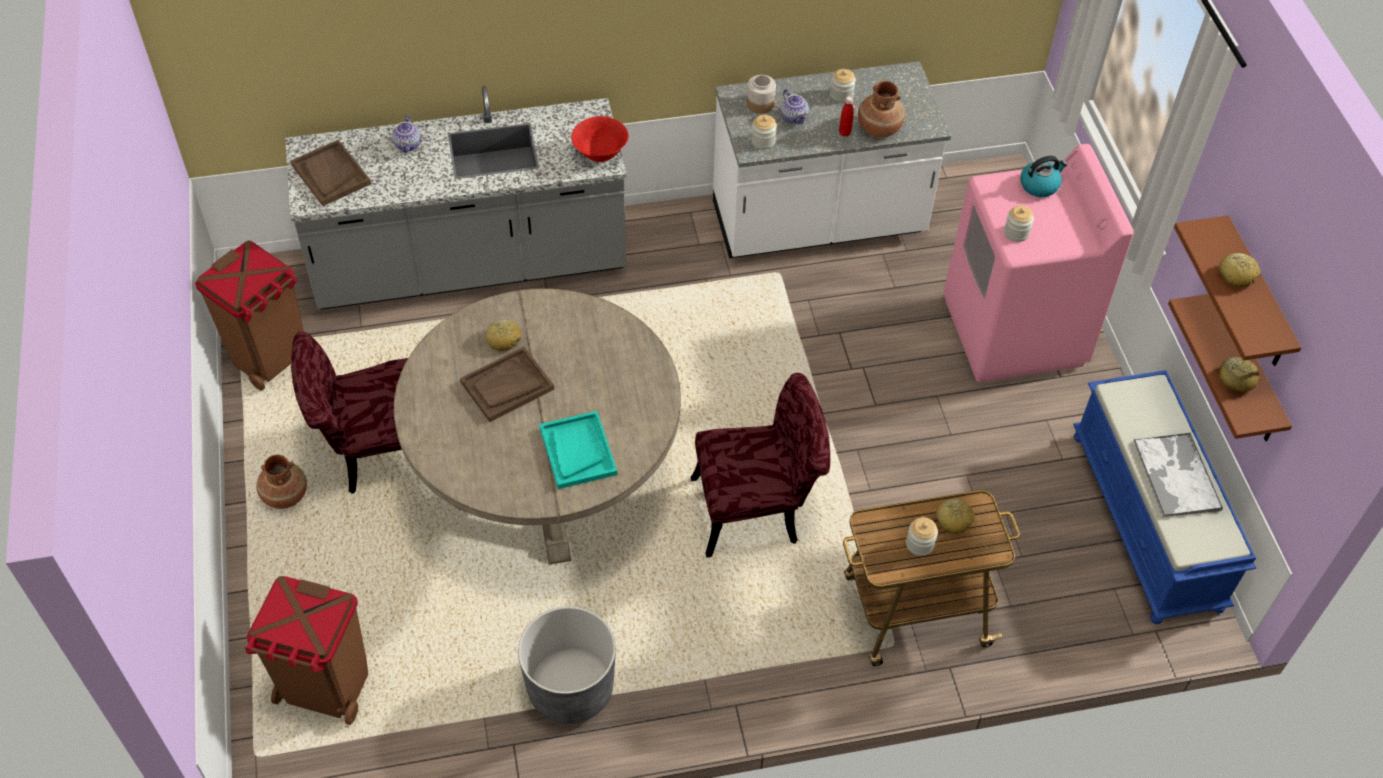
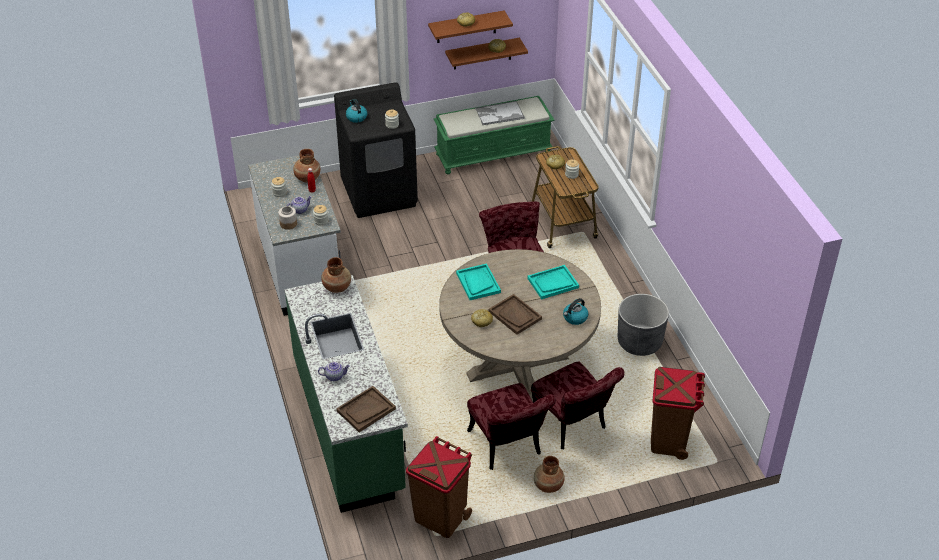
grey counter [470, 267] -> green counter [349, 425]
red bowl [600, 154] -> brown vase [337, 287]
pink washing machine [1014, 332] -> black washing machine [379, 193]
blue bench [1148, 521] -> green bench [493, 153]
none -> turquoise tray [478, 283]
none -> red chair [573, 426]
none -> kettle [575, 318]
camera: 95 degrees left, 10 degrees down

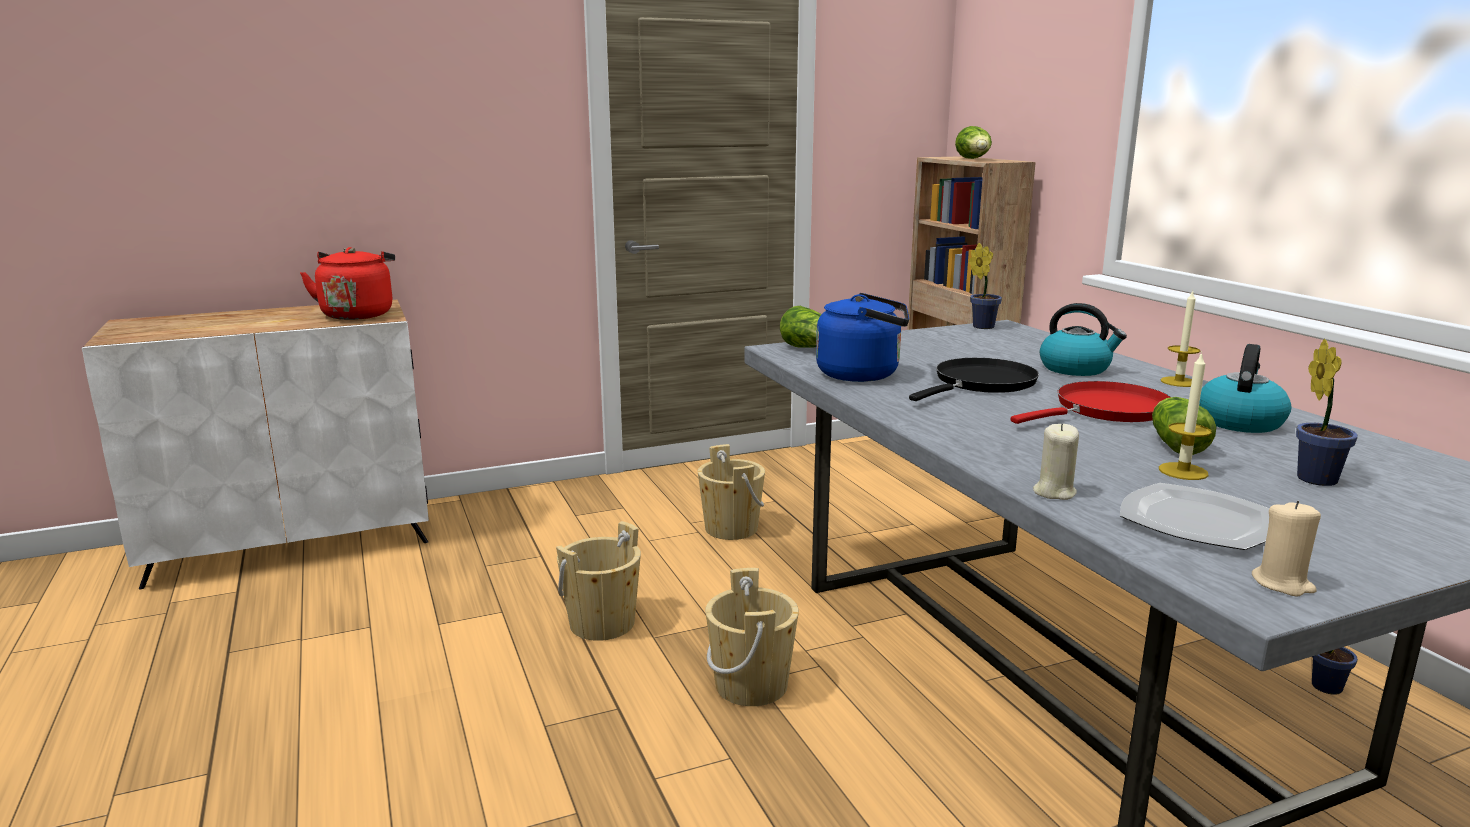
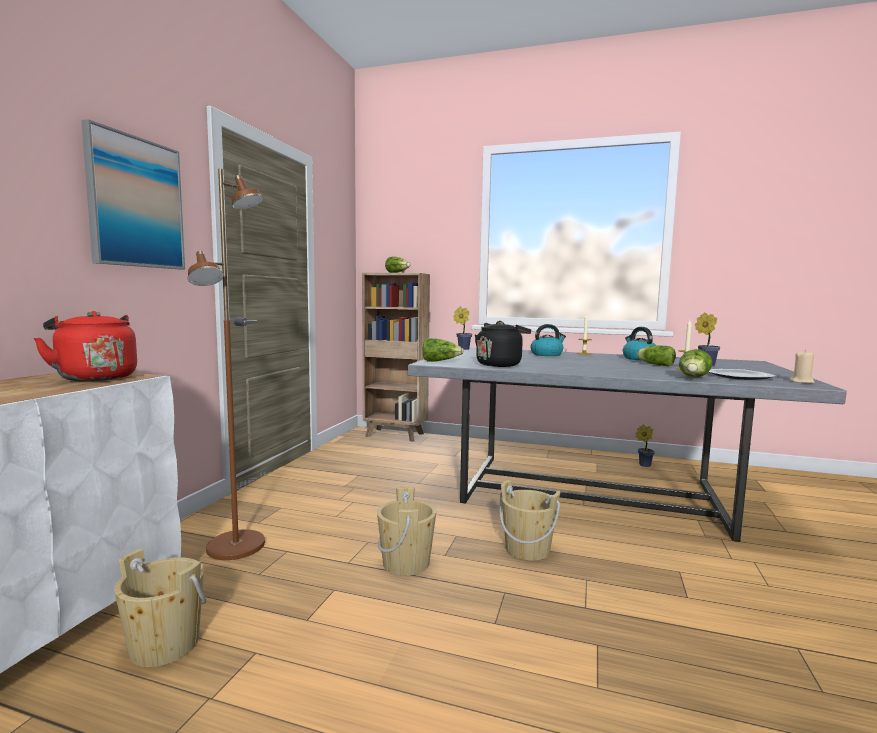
beige bucket [731, 528] -> beige bucket [165, 645], move
blue kettle [863, 374] -> black kettle [500, 364]
black frying pan [981, 383] -> none
red frying pan [1106, 410] -> none
beige candle [1054, 492] -> lettuce [694, 378]
none -> picture [135, 203]
none -> brown floor lamp [237, 546]
camera: 50 degrees left, 10 degrees down

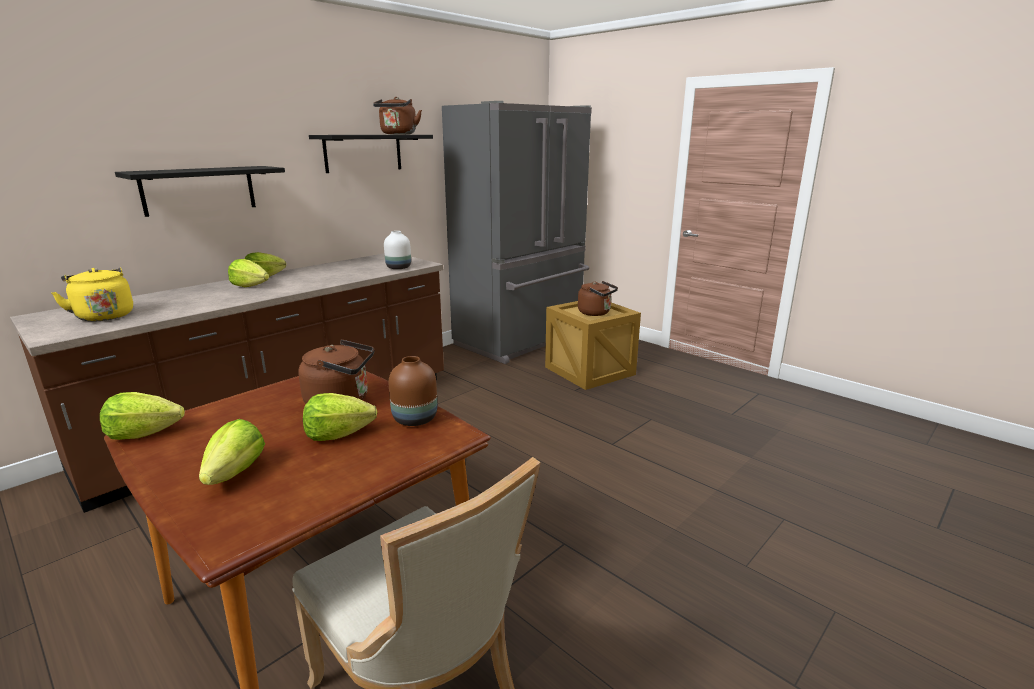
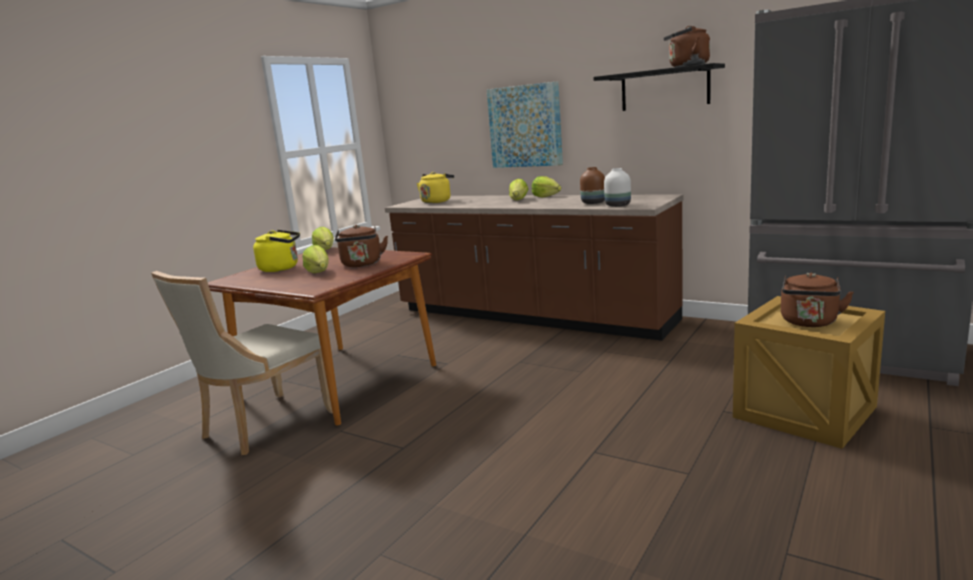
black shelf [199, 190] -> picture [525, 126]
lettuce [236, 473] -> yellow kettle [282, 268]
brown vase [414, 418] -> brown vase [594, 203], move
camera: 80 degrees right, 5 degrees down

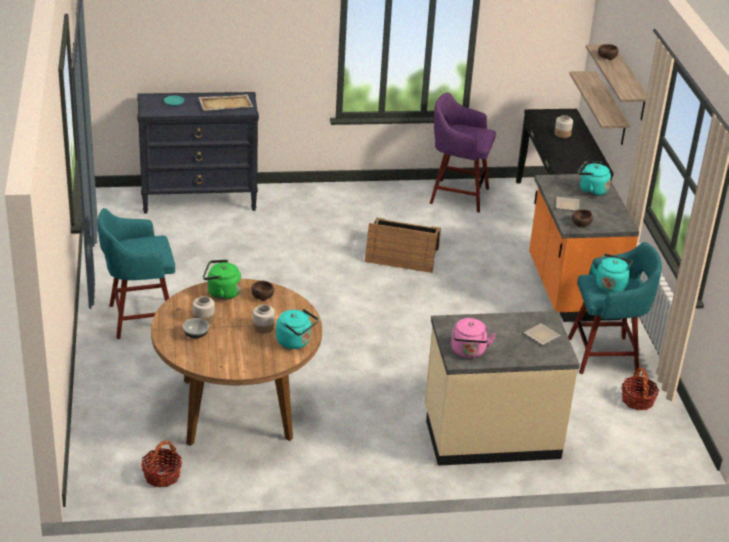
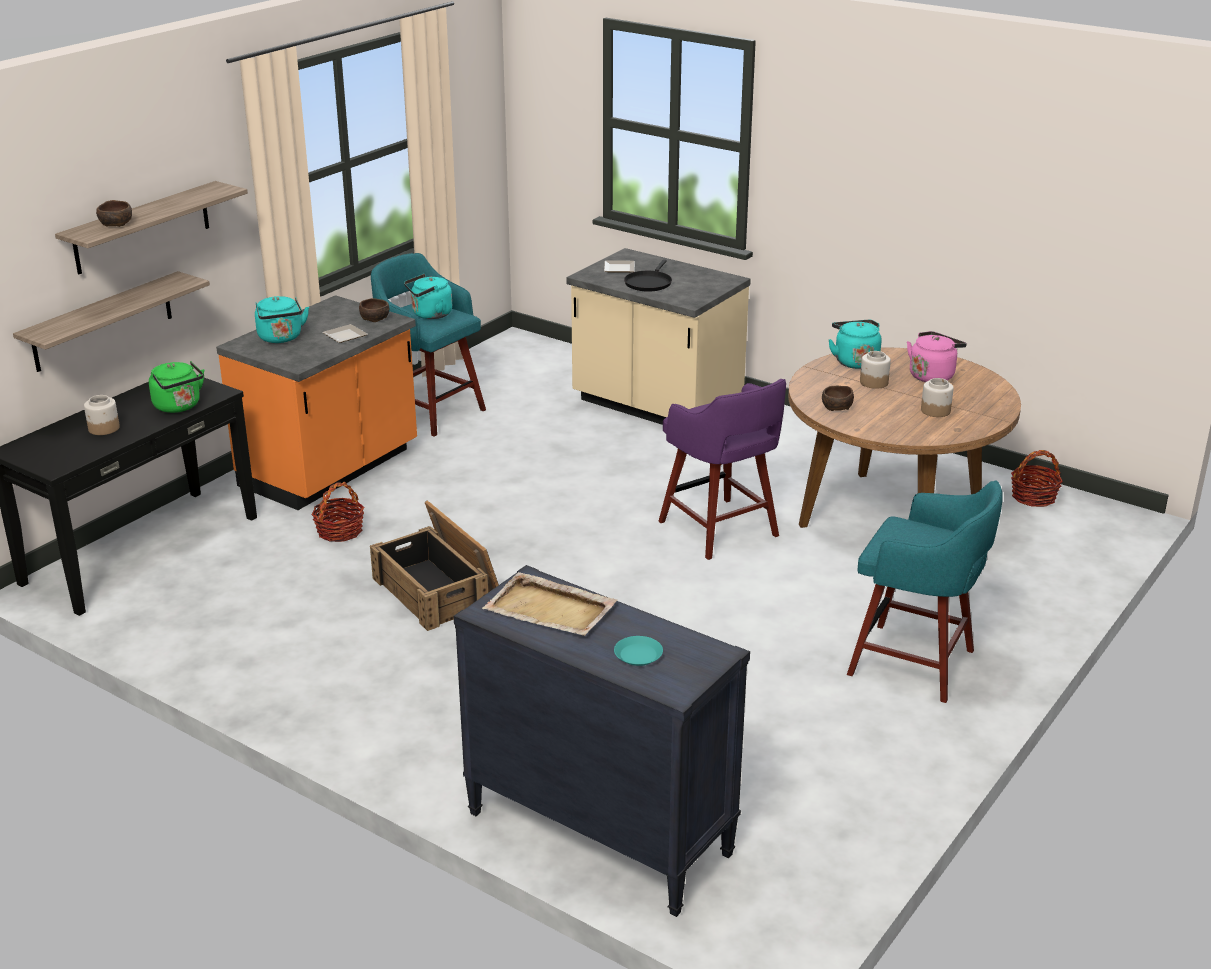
bowl [196, 335] -> none
green kettle [221, 293] -> green kettle [179, 406], move
purple stool [457, 195] -> purple stool [720, 530], move
pink kettle [468, 352] -> pink kettle [932, 375], move
basket [637, 400] -> basket [340, 531], move
none -> black frying pan [648, 283]
camera: 135 degrees left, 5 degrees down

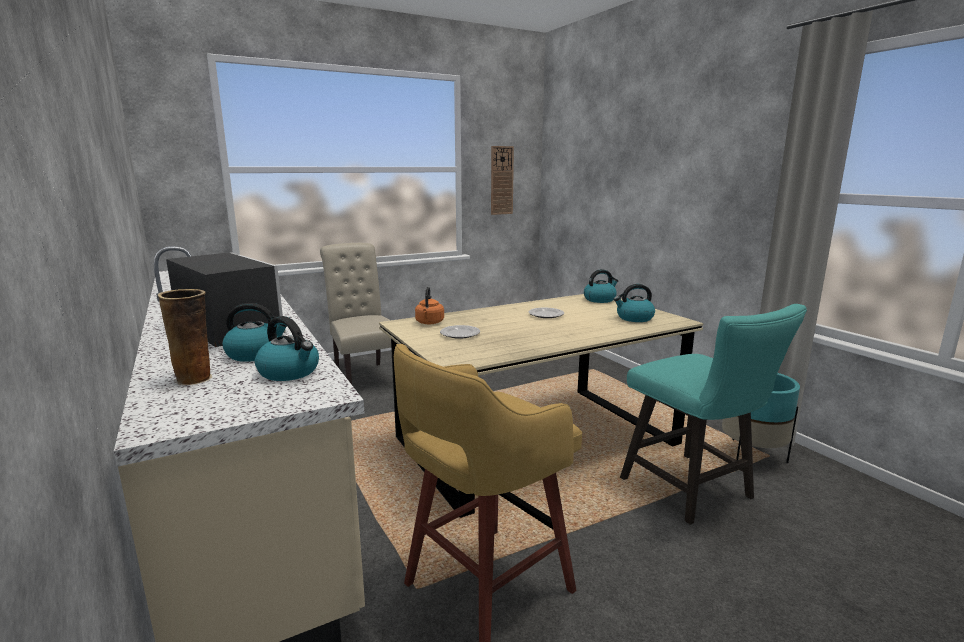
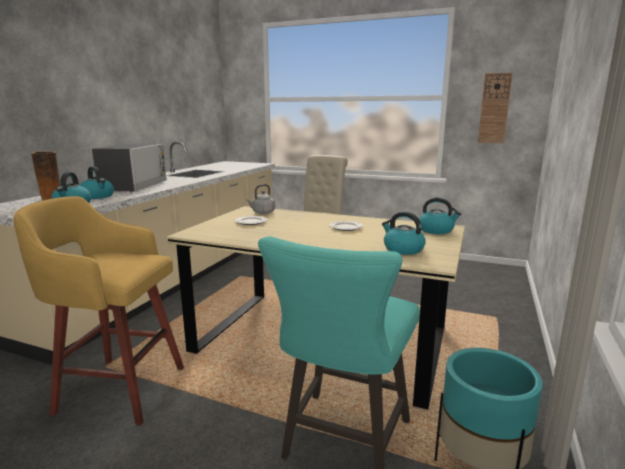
orange kettle [429, 323] -> grey kettle [262, 213]
camera: 50 degrees right, 0 degrees up

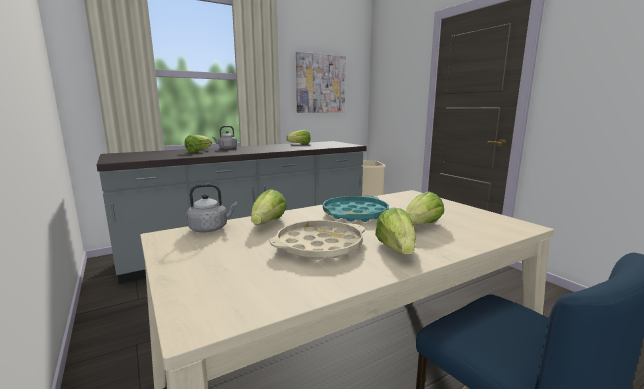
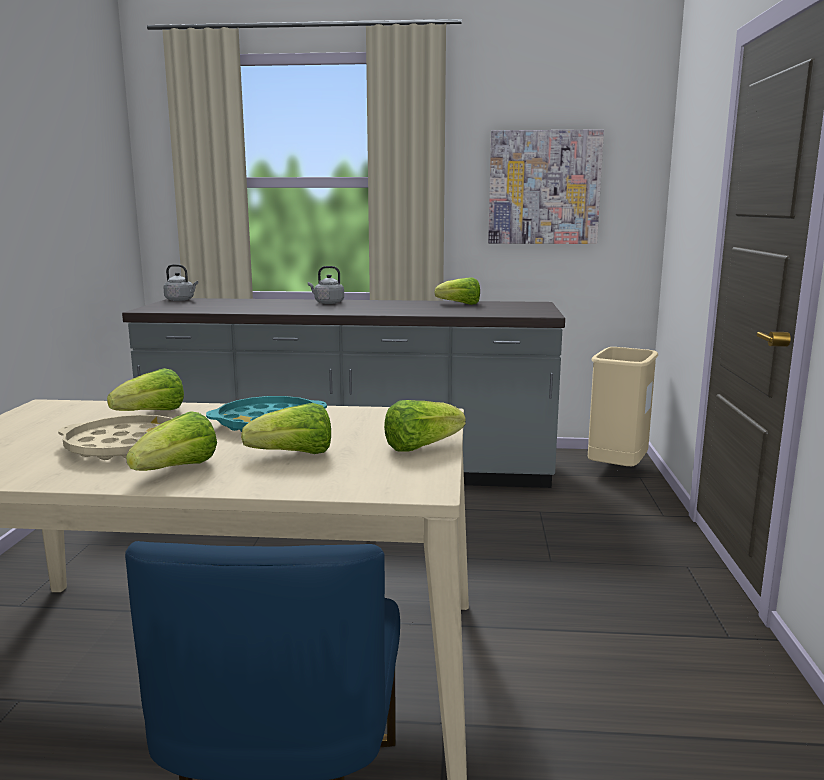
lettuce [198, 151] -> lettuce [421, 447], move
grey kettle [210, 229] -> grey kettle [181, 300], move
camera: 35 degrees right, 0 degrees up

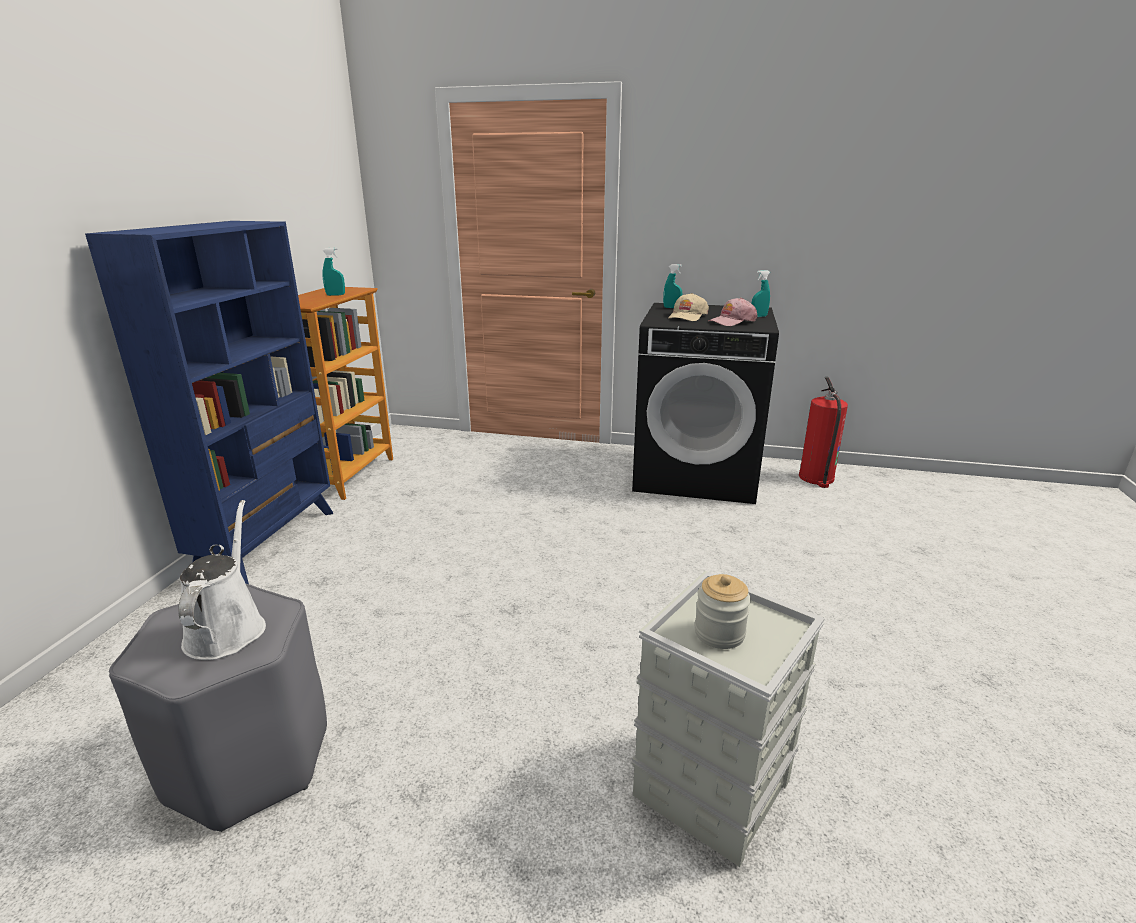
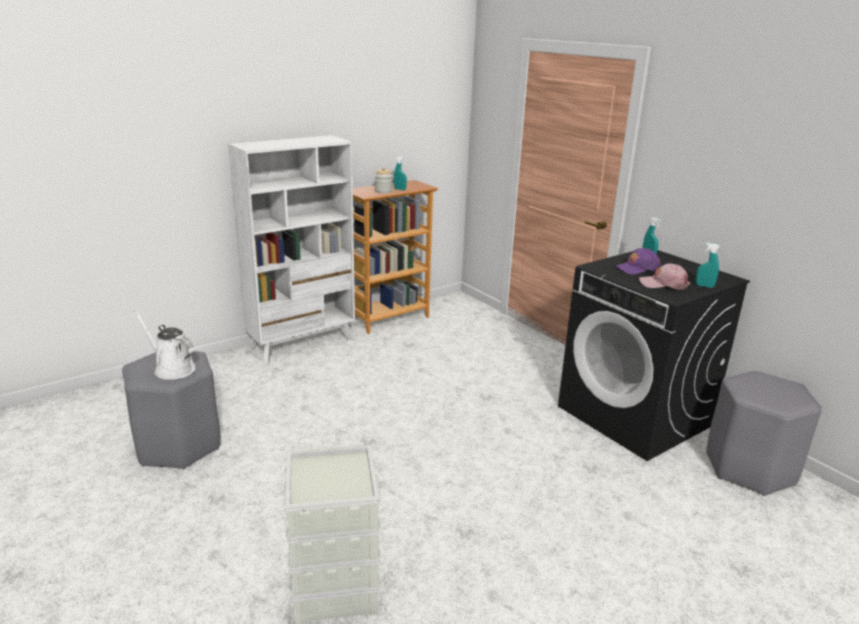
blue bookcase [269, 542] -> white bookcase [302, 343]
white watering can [228, 628] -> white watering can [172, 369], 90 degrees counterclockwise
beige cap [687, 316] -> purple cap [637, 268]
jar [719, 633] -> jar [383, 191], move
fire extinguisher [816, 478] -> grey stool [749, 468]
camera: 40 degrees right, 0 degrees up

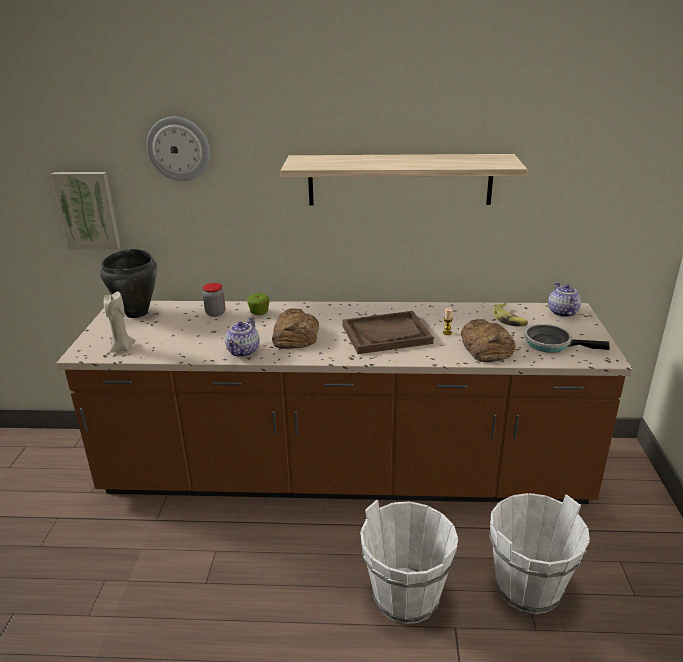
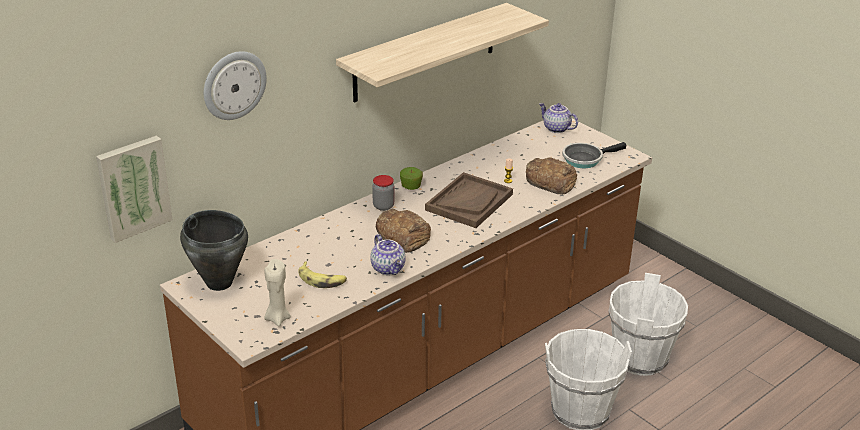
jar [215, 313] -> jar [383, 206], move
apple [259, 312] -> apple [411, 187], move
banana [509, 319] -> banana [322, 280], move
camera: 45 degrees left, 5 degrees up

